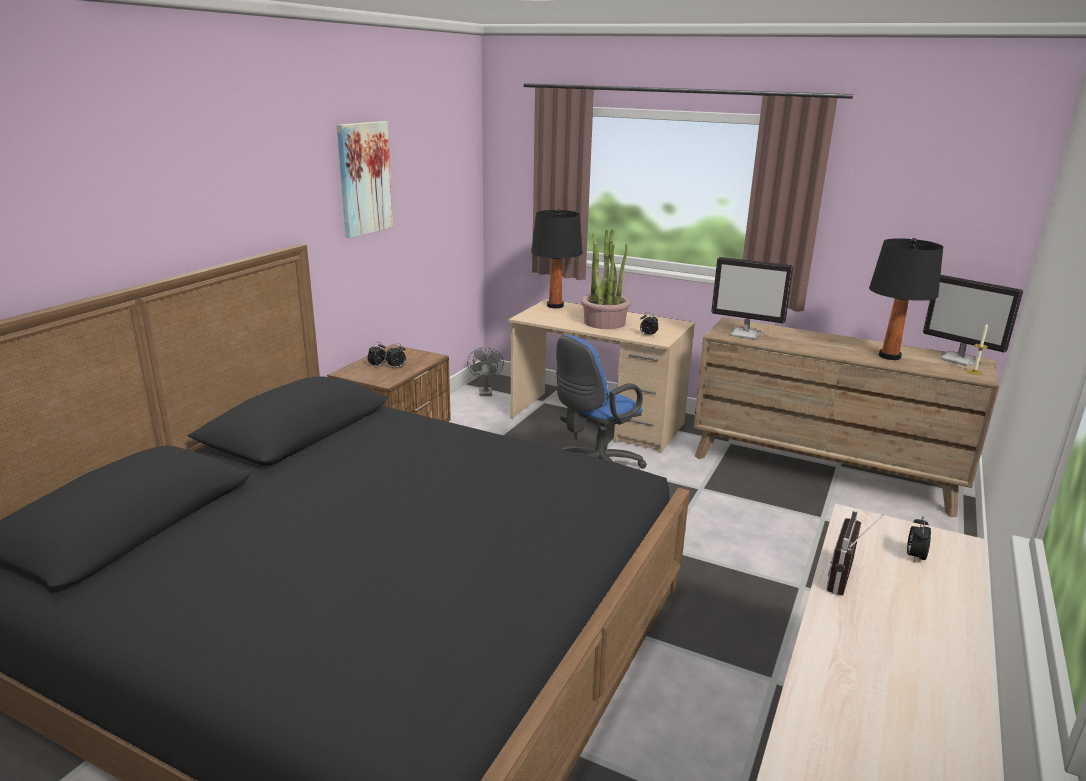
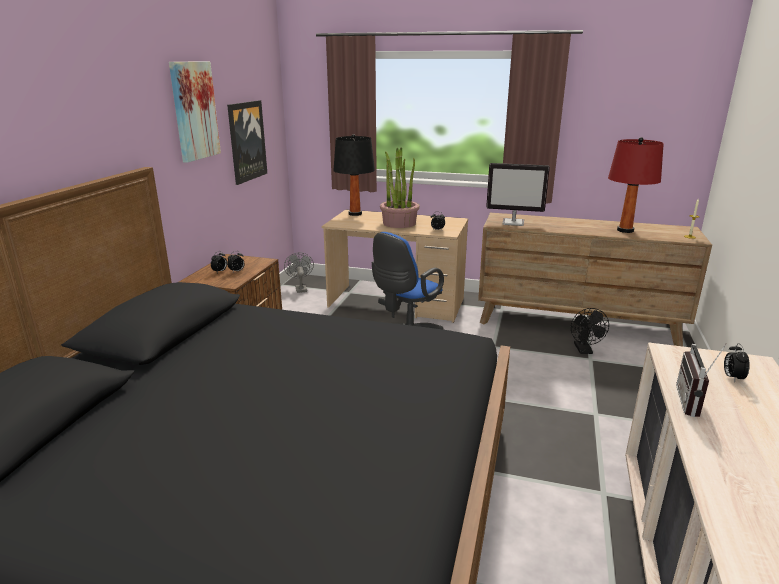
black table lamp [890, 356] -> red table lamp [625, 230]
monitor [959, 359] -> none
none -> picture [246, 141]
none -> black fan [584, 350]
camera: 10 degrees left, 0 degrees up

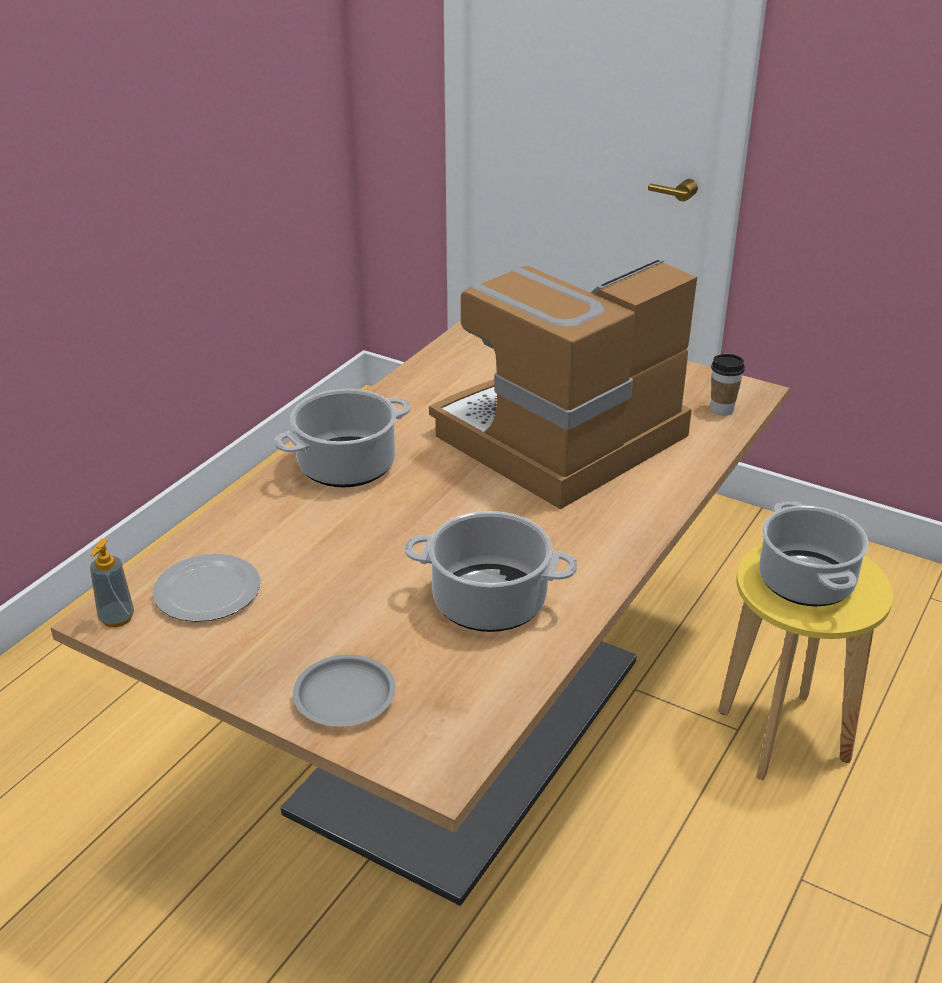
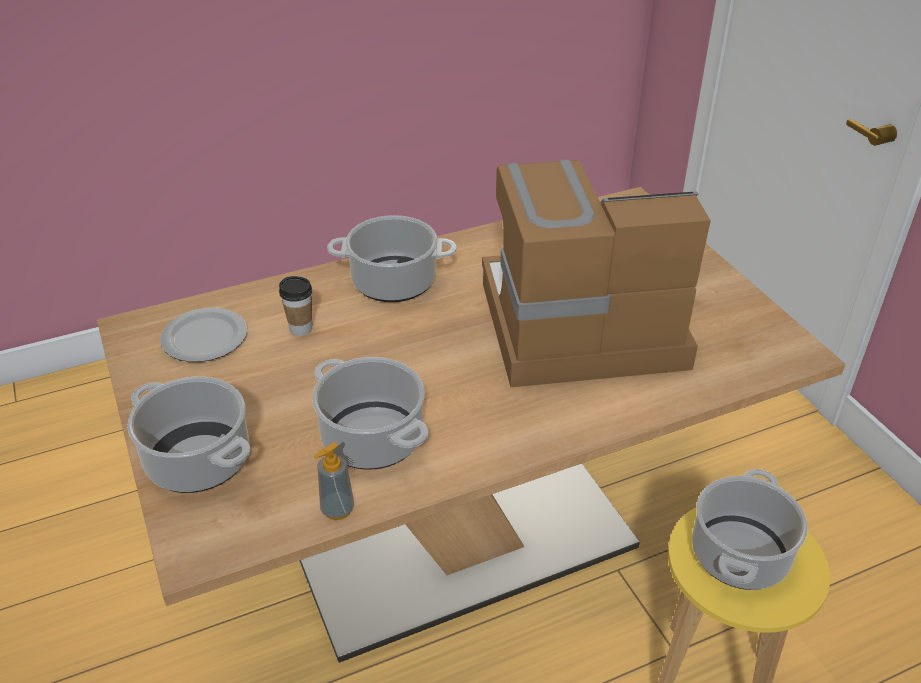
soap dispenser [116, 618] -> soap dispenser [337, 509], move
grey plate [345, 696] -> cooking pot [200, 460]
cup [722, 410] -> cup [301, 329], move
camera: 35 degrees right, 5 degrees up

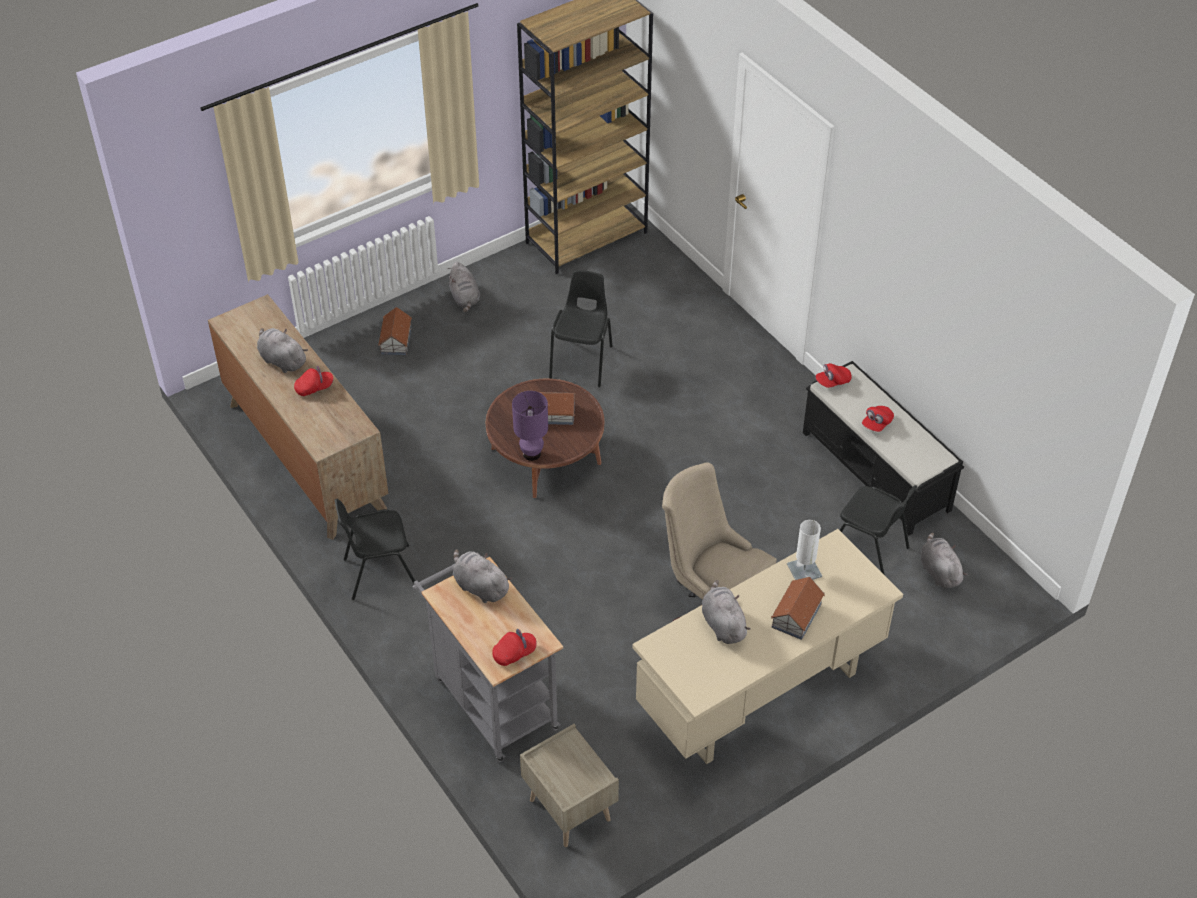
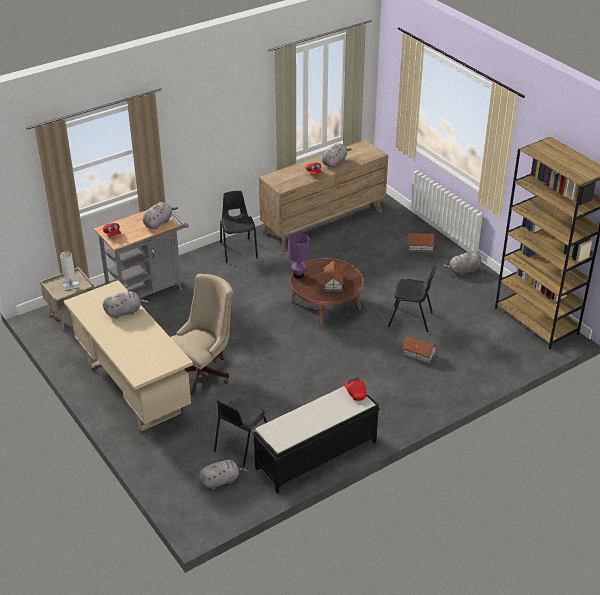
toy house [796, 615] -> toy house [418, 354], move
white table lamp [804, 570] -> white table lamp [71, 285], move
red cap [877, 424] -> none
camera: 90 degrees right, 10 degrees down

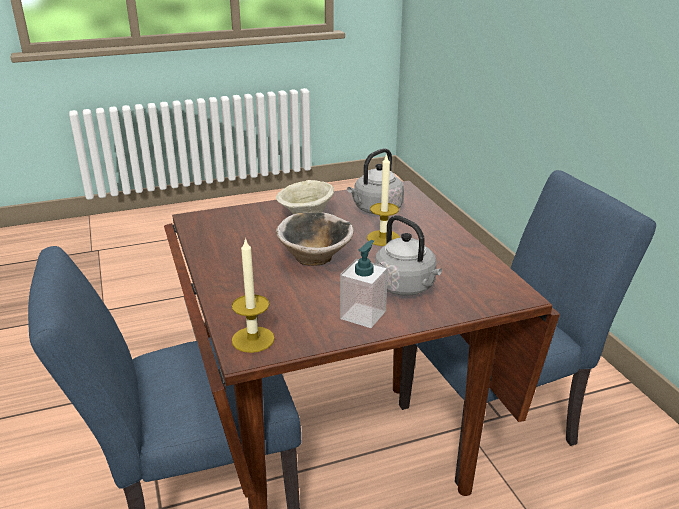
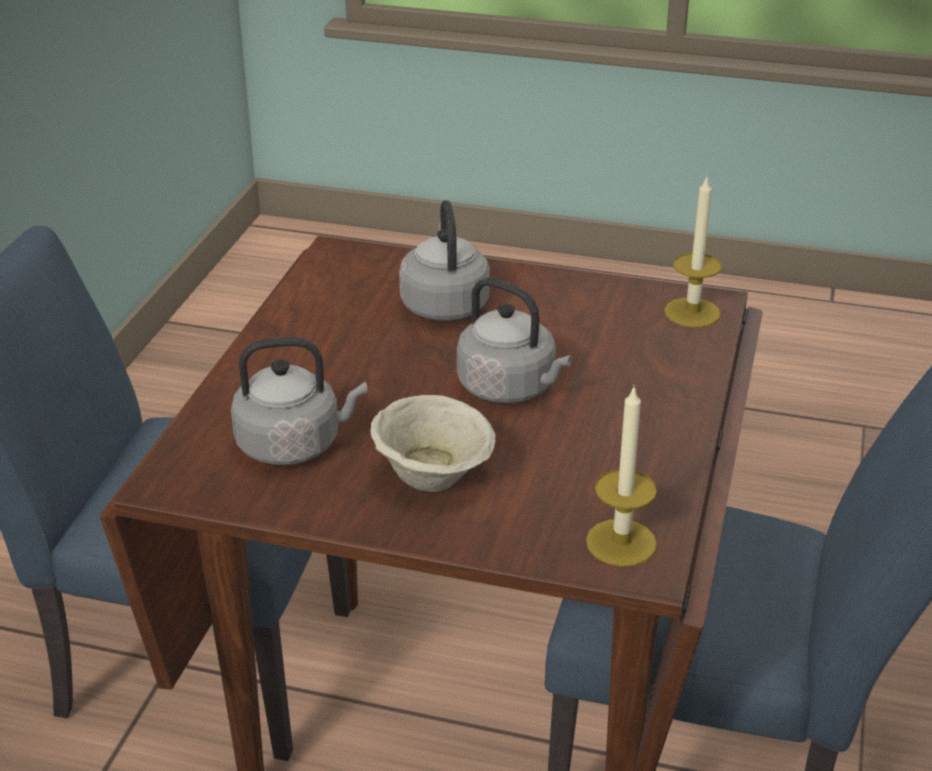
bowl [315, 258] -> grey kettle [511, 388]
soap dispenser [363, 314] -> none
candle [383, 238] -> candle [621, 543], move
camera: 145 degrees left, 5 degrees up

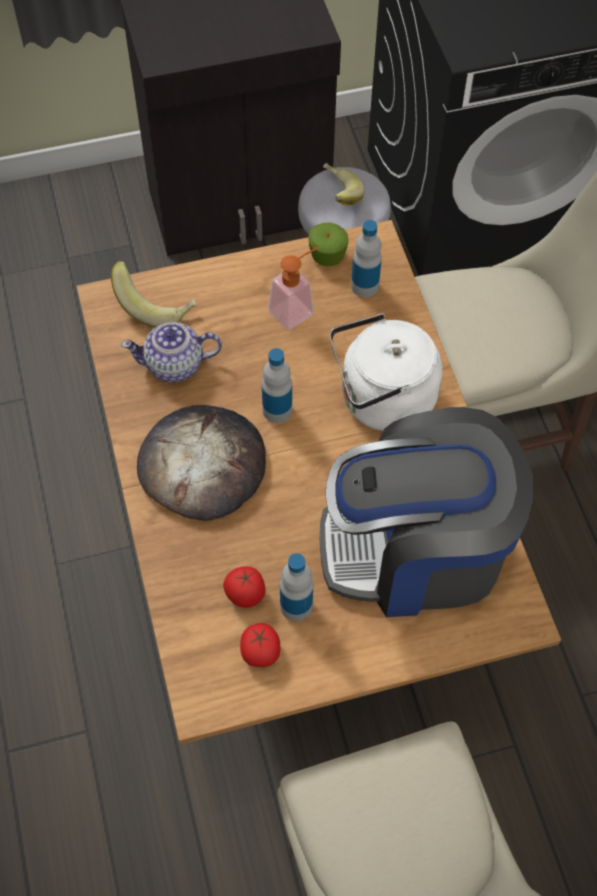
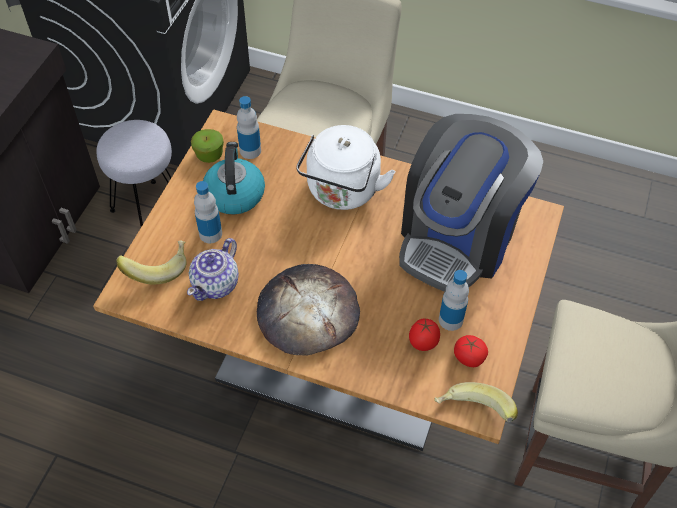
bottle [277, 410] -> bottle [210, 234], move
soap dispenser [297, 308] -> kettle [234, 194]
banana [337, 196] -> banana [472, 414], move
camera: 55 degrees left, 5 degrees down

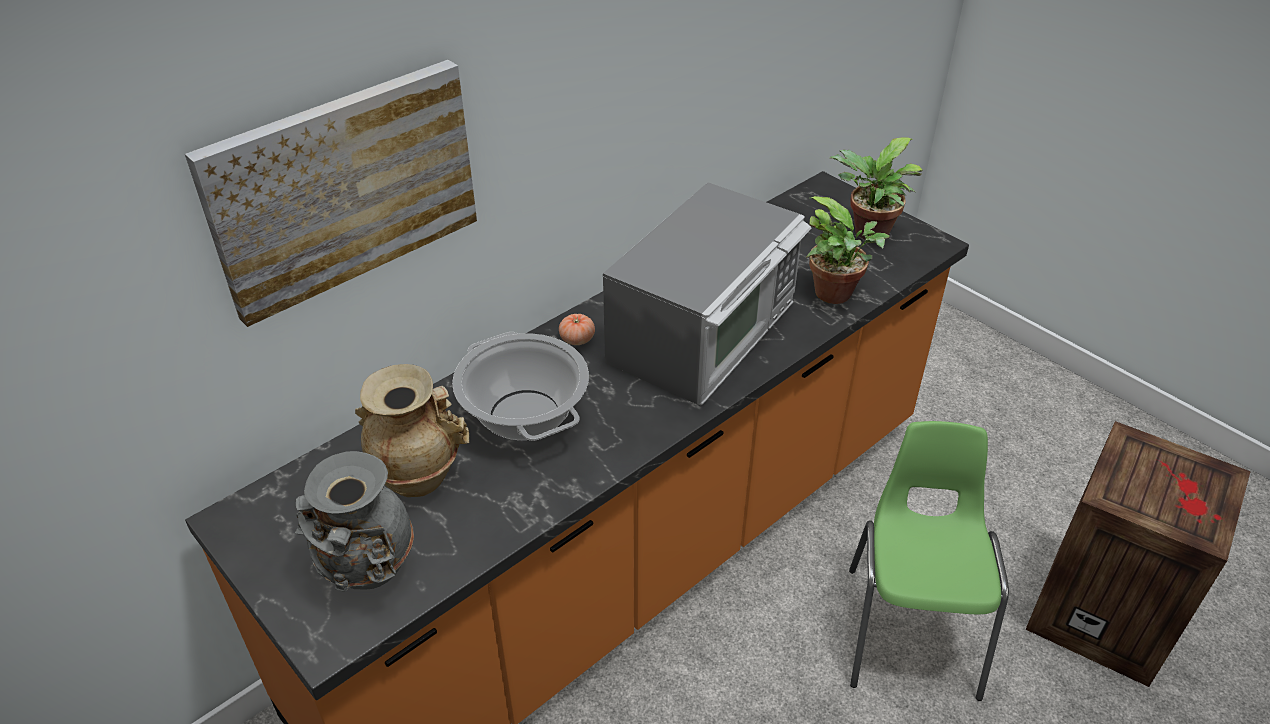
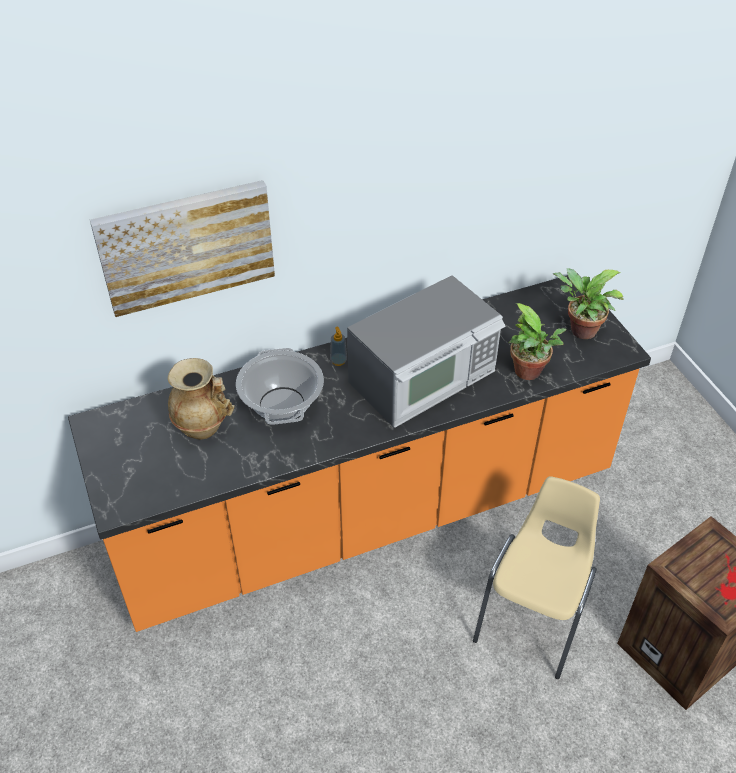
grey vase [367, 573] -> none
tomato [577, 339] -> soap dispenser [338, 361]
green chair [910, 630] -> beige chair [534, 618]
camera: 20 degrees right, 5 degrees up

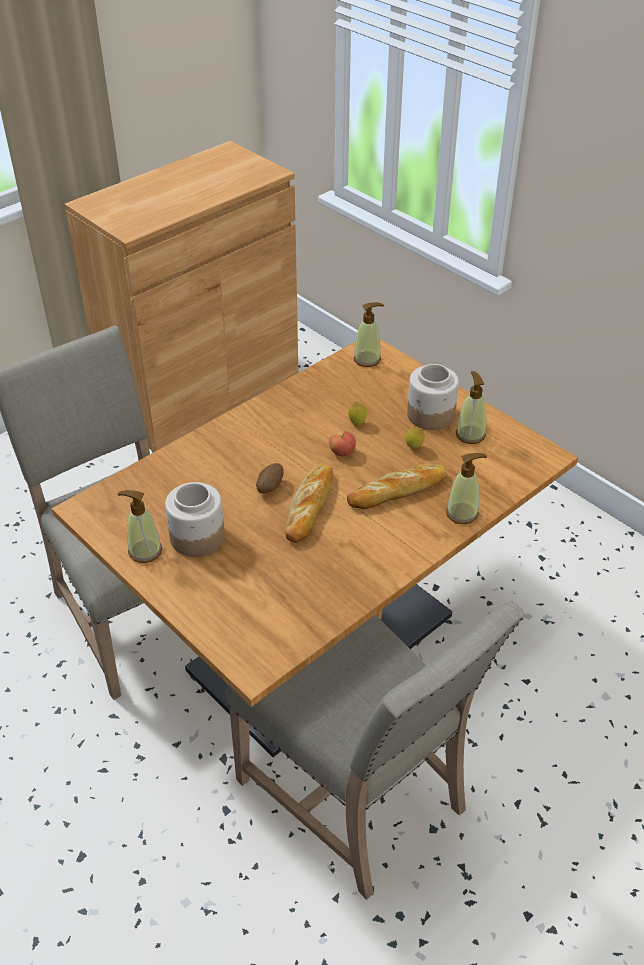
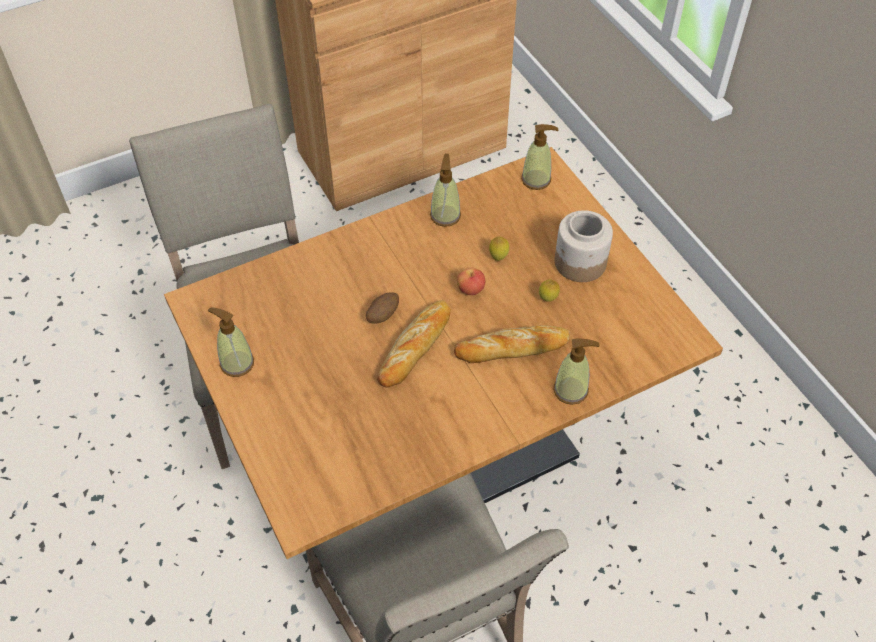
jar [197, 538] -> none
soap dispenser [470, 434] -> soap dispenser [445, 215], move
camera: 15 degrees right, 10 degrees up

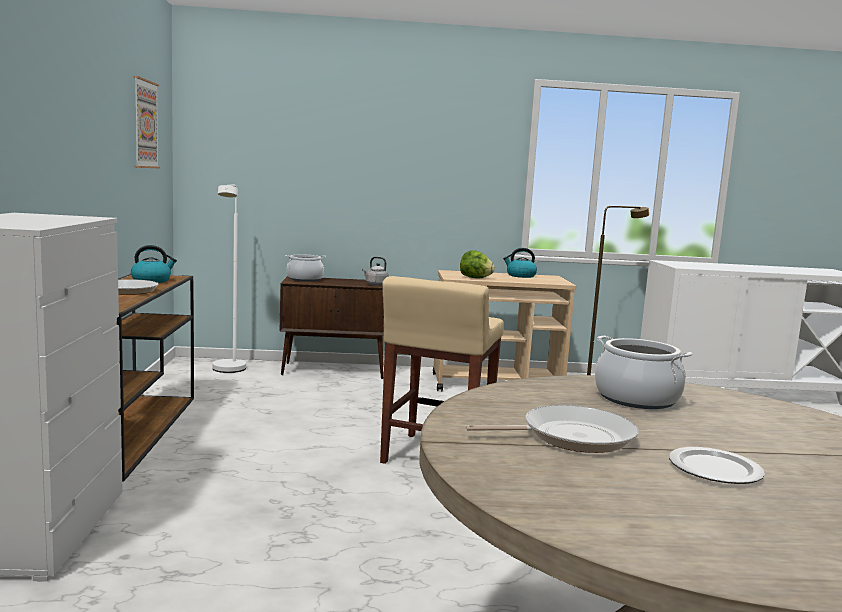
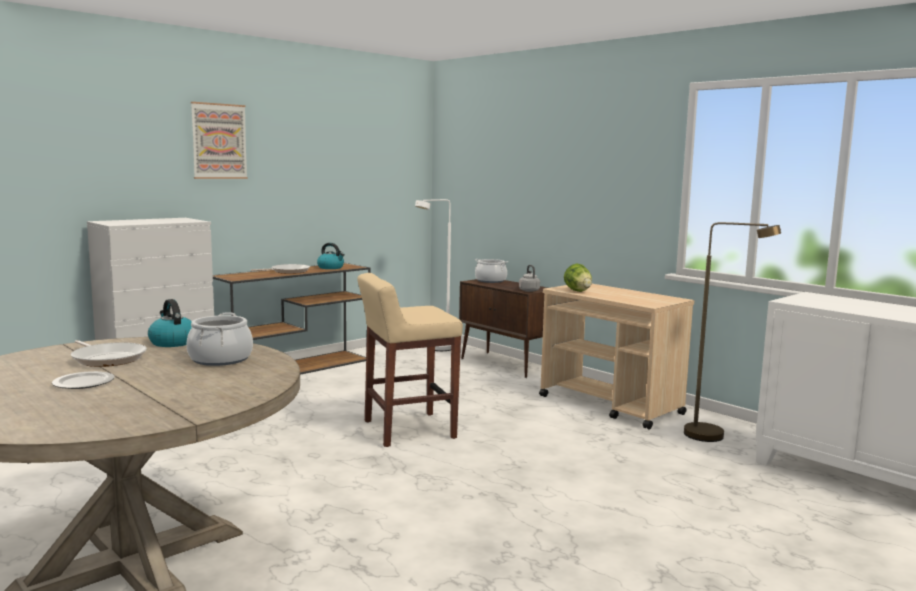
picture [144, 124] -> picture [219, 141], move
kettle [520, 276] -> kettle [172, 342], move
camera: 50 degrees right, 0 degrees up

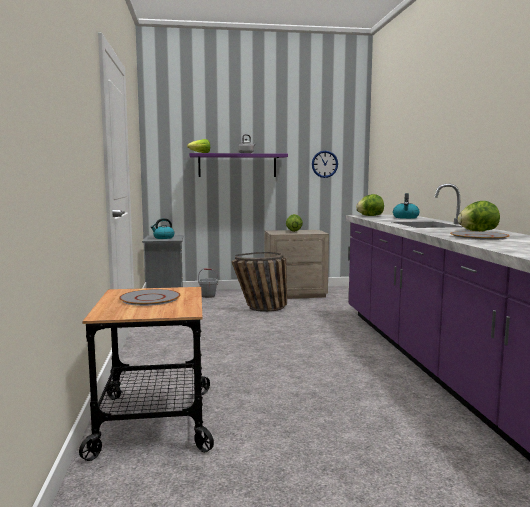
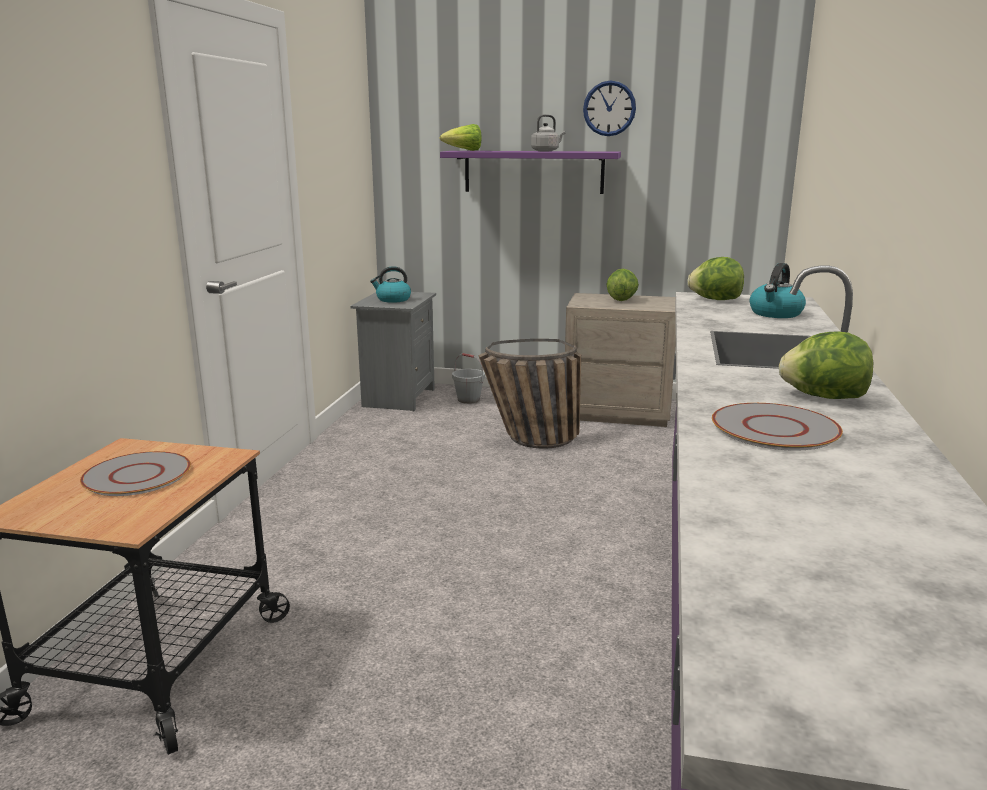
wall clock [324, 164] -> wall clock [609, 108], move
camera: 20 degrees right, 10 degrees up

